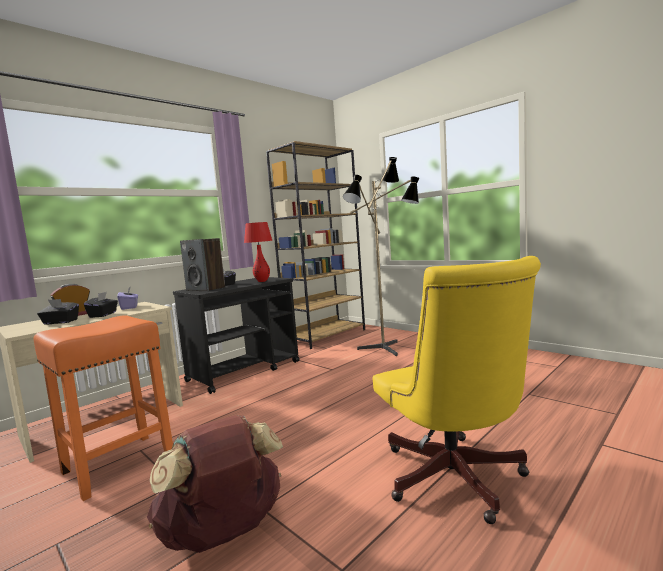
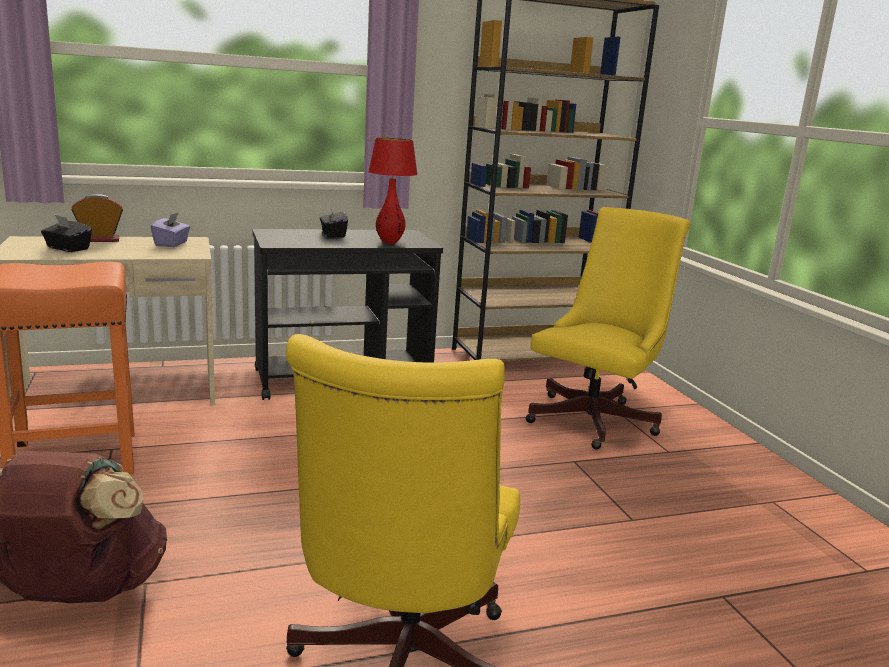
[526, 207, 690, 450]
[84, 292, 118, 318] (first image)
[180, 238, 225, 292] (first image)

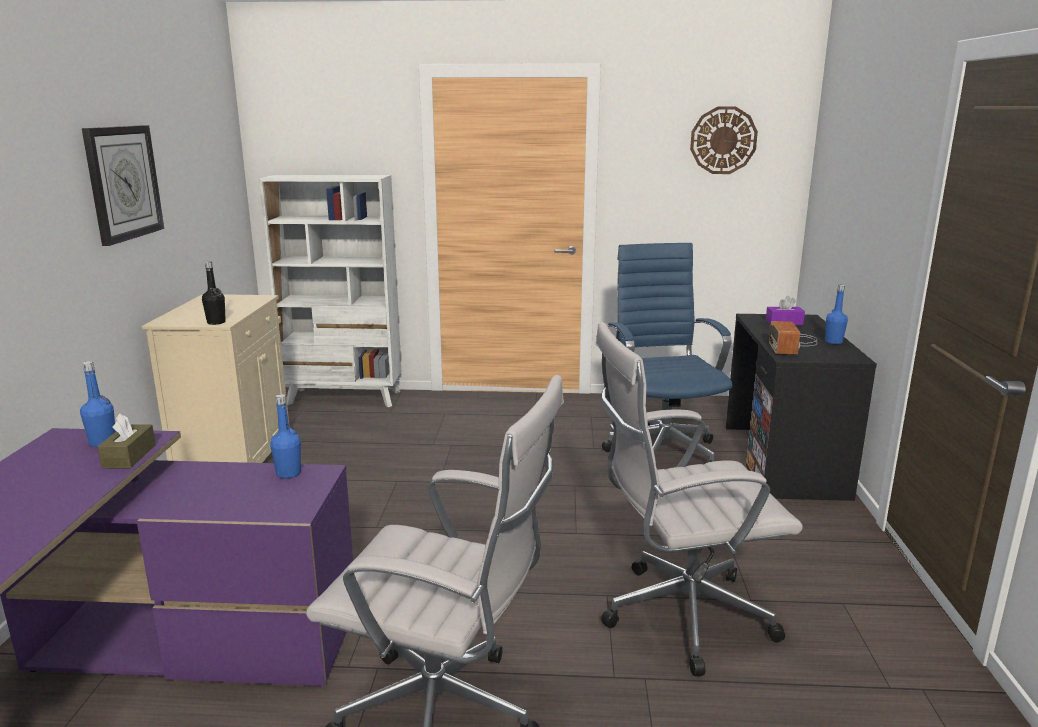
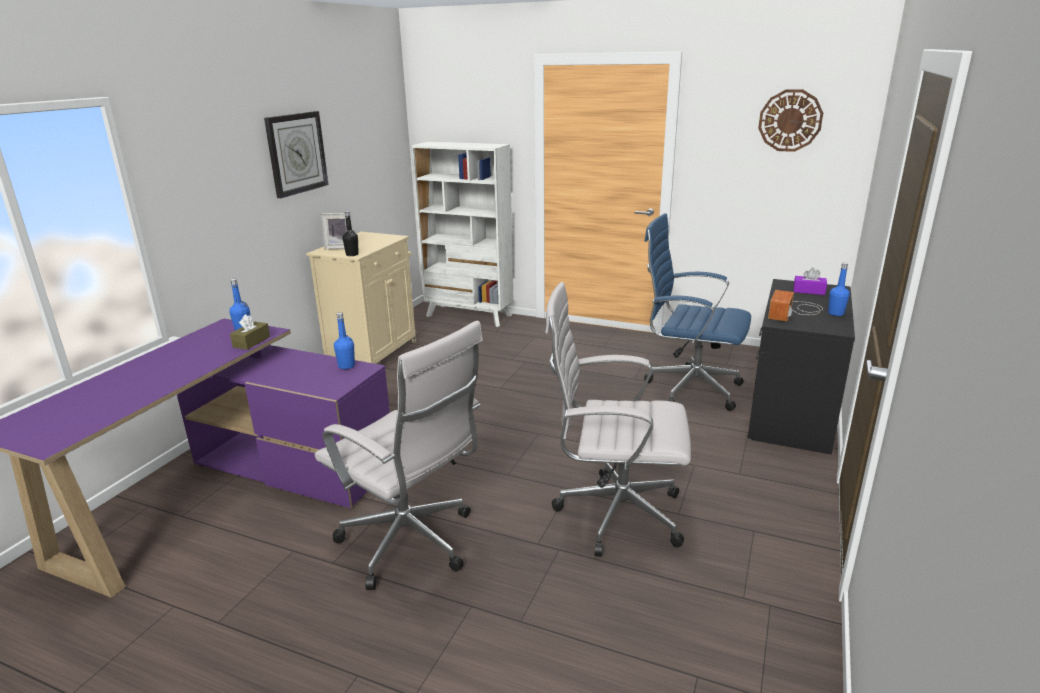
[321, 213, 352, 249]
[644, 213, 751, 411]

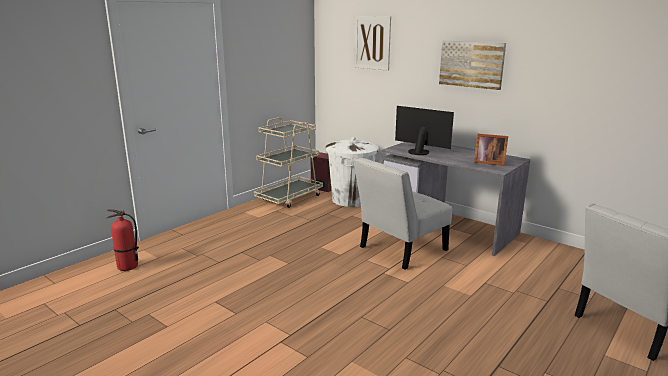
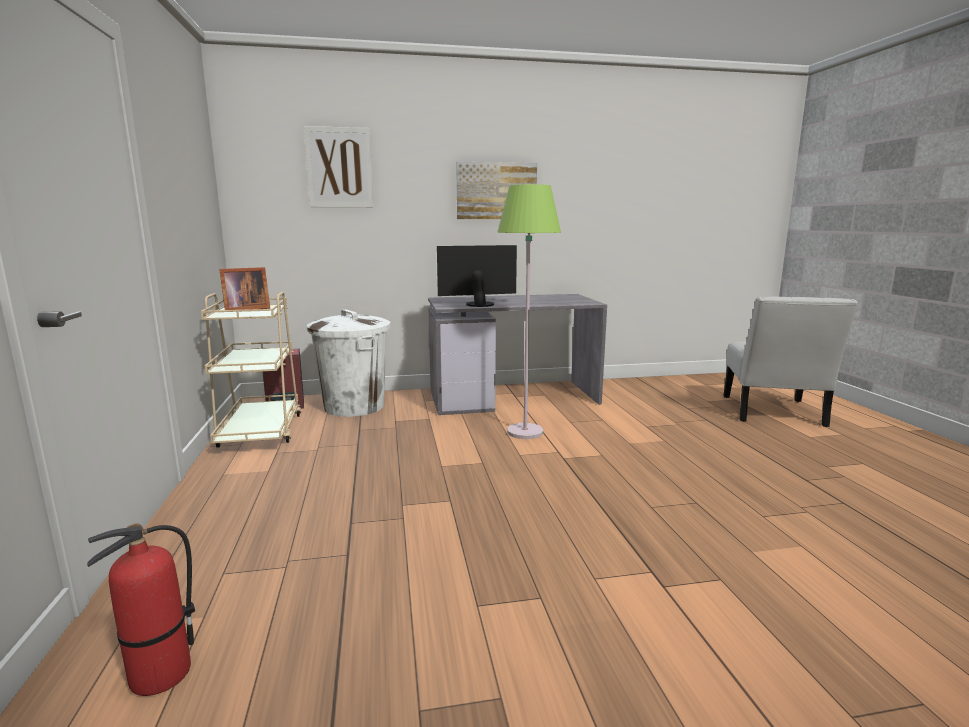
[220, 267, 270, 310]
[498, 184, 561, 439]

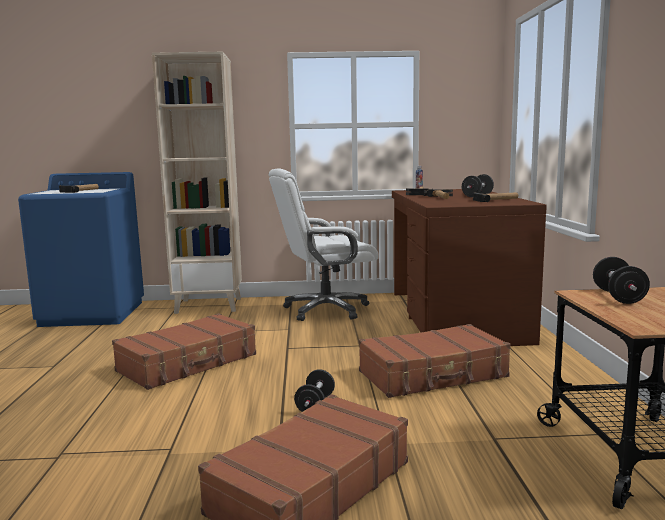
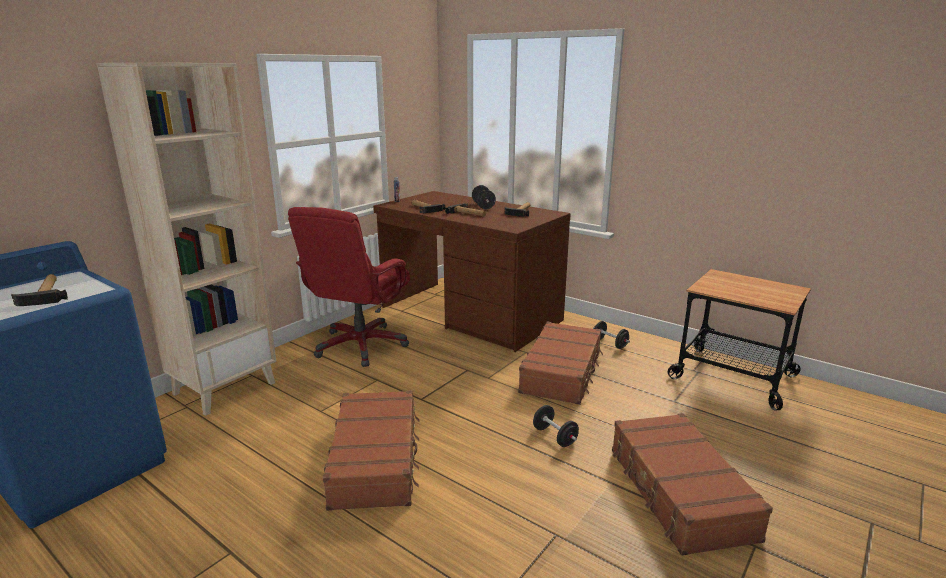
[288, 207, 410, 367]
[593, 321, 630, 349]

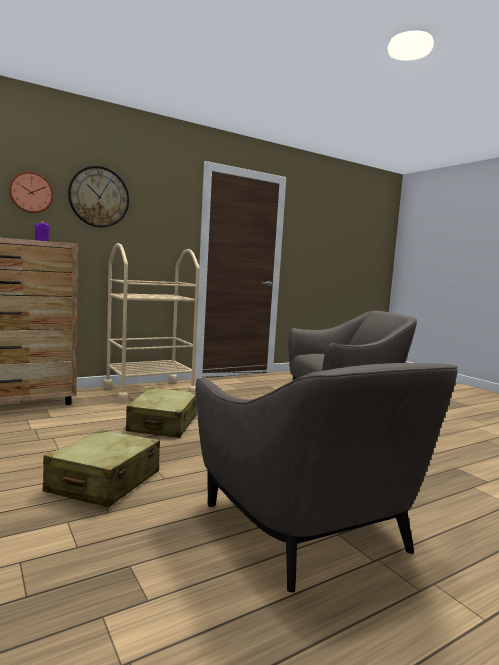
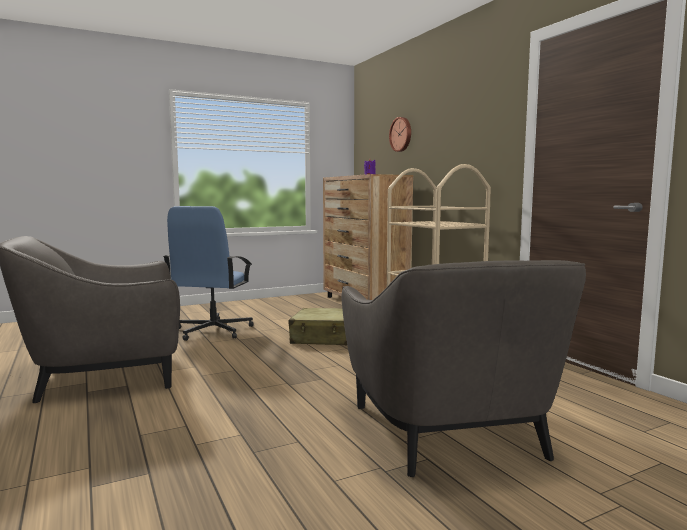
[163, 206, 254, 341]
[68, 166, 129, 227] (first image)

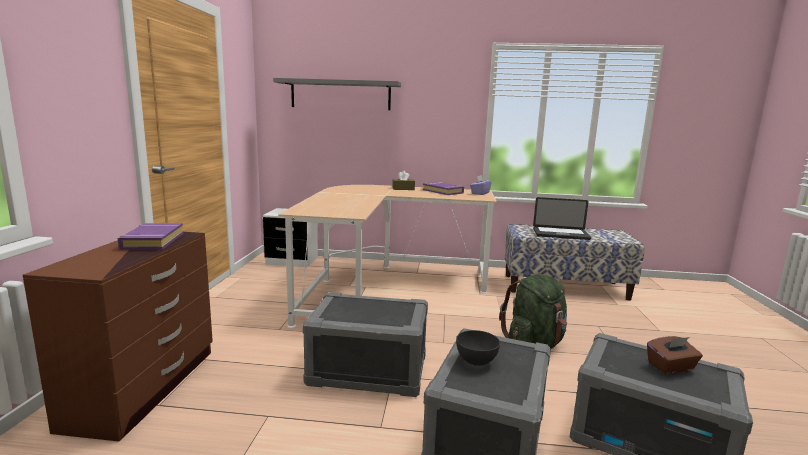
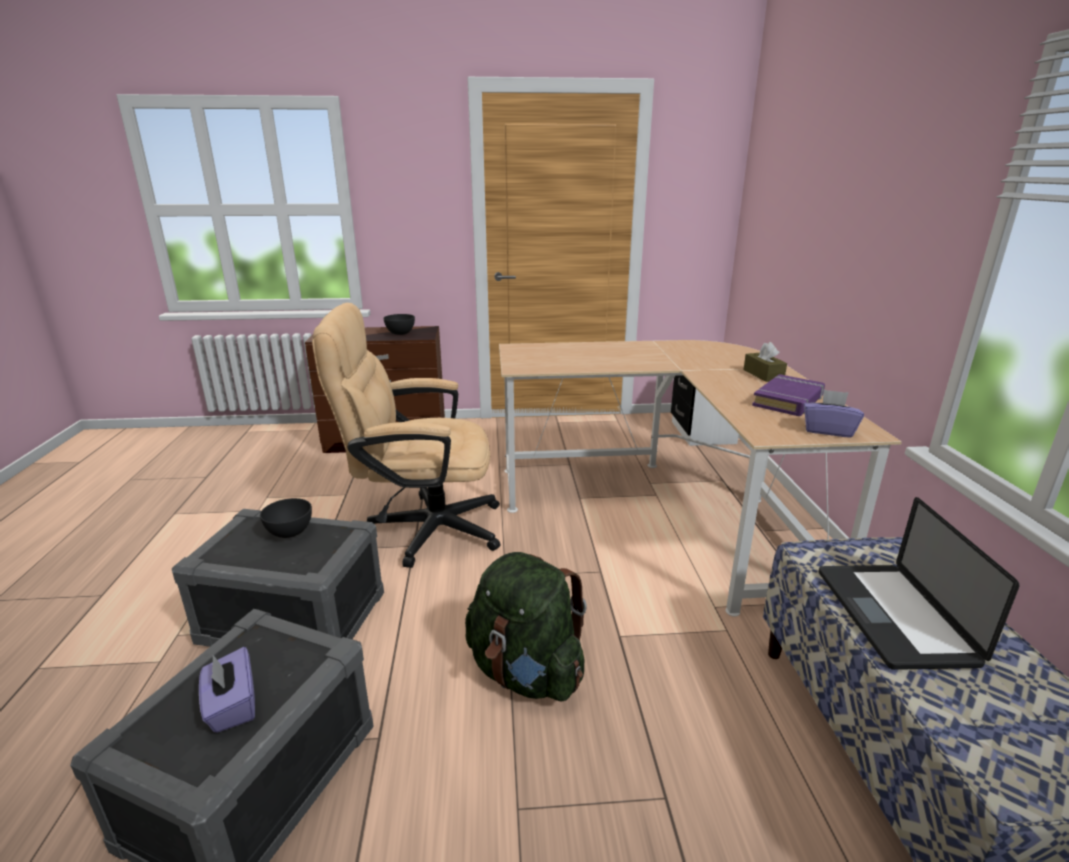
[199, 647, 255, 733]
[312, 303, 501, 568]
[383, 314, 415, 335]
[273, 78, 401, 110] (first image)

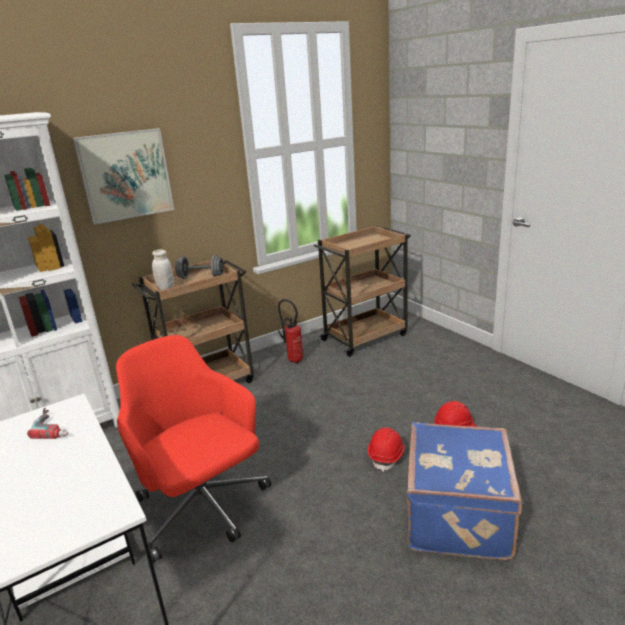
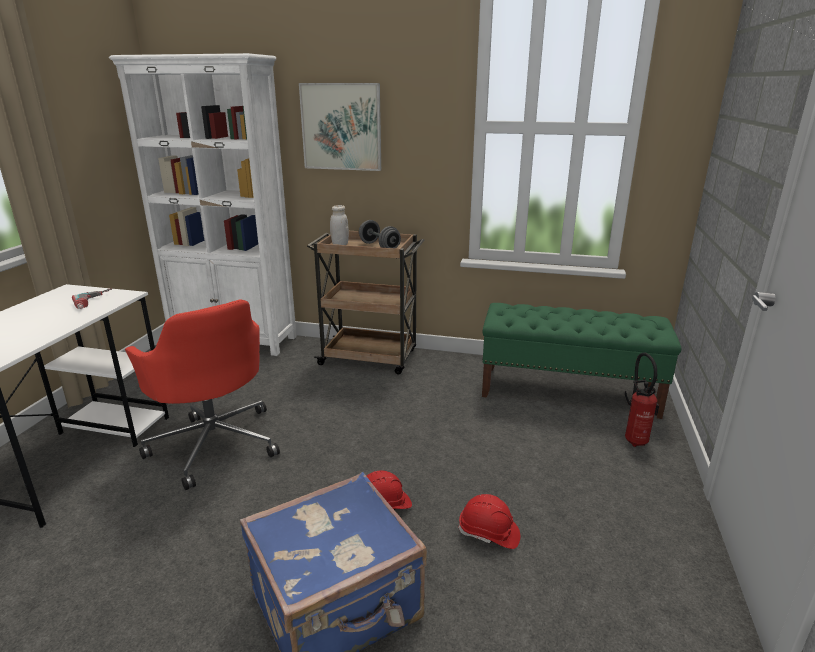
[125, 299, 280, 490]
[482, 303, 682, 419]
[625, 352, 659, 447]

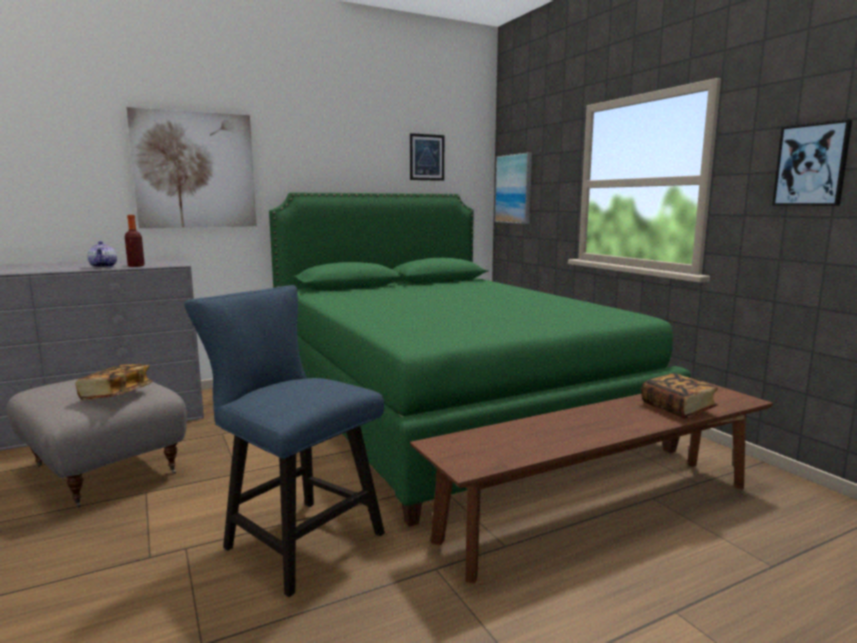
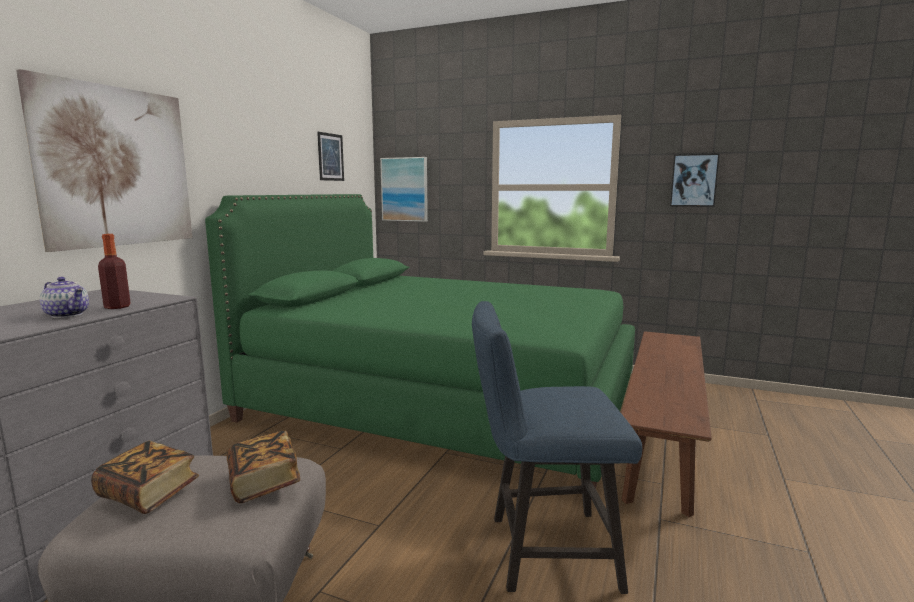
[91, 441, 199, 514]

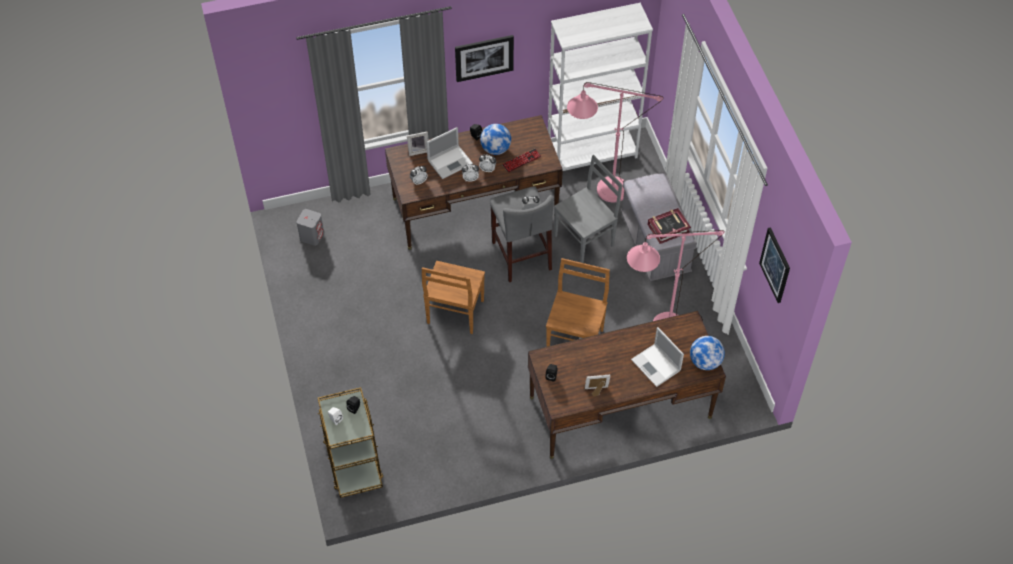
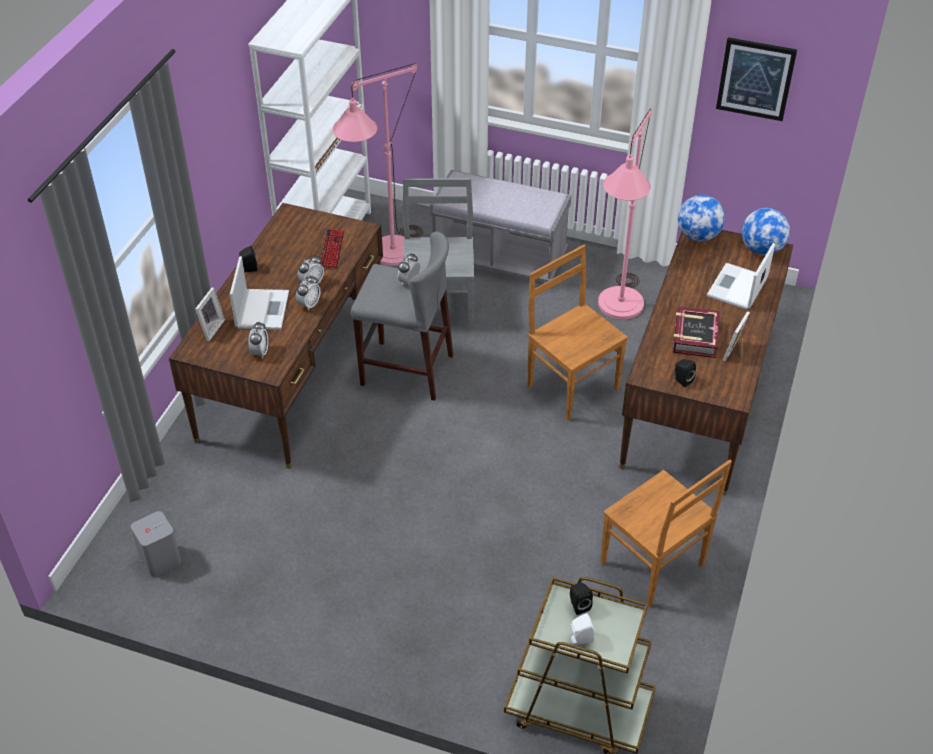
[600, 459, 732, 607]
[672, 306, 720, 358]
[678, 195, 725, 242]
[707, 243, 775, 310]
[455, 35, 514, 82] (first image)

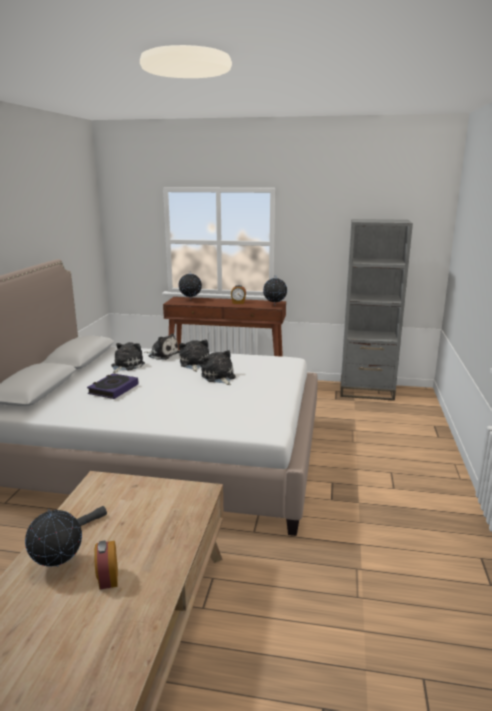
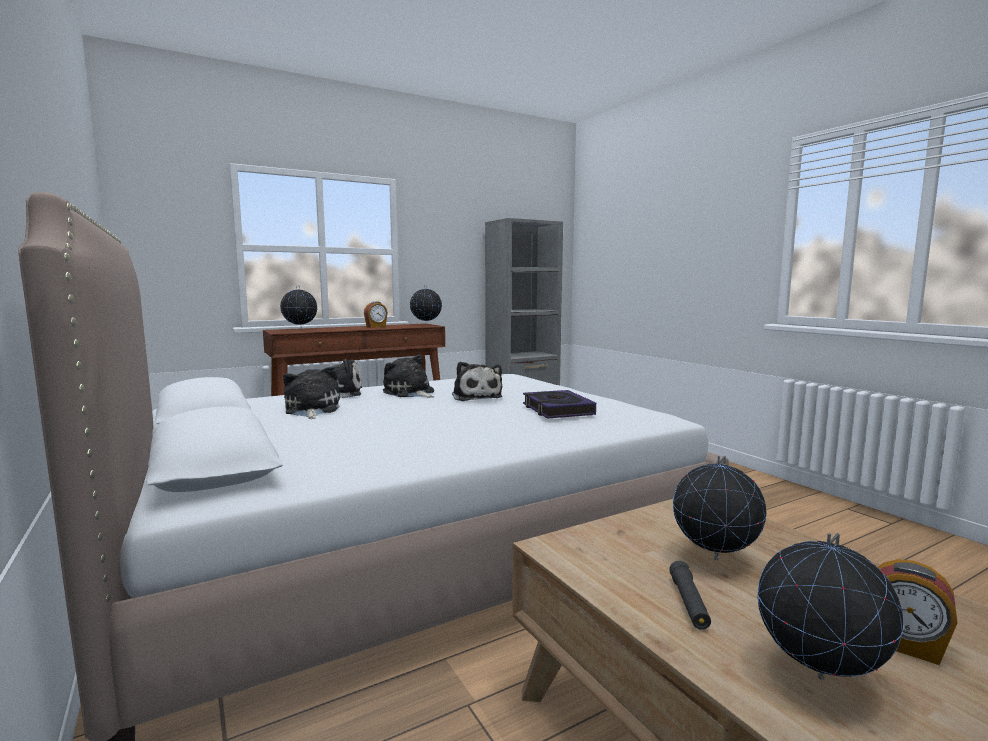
[452, 362, 503, 401]
[523, 390, 596, 419]
[673, 455, 767, 560]

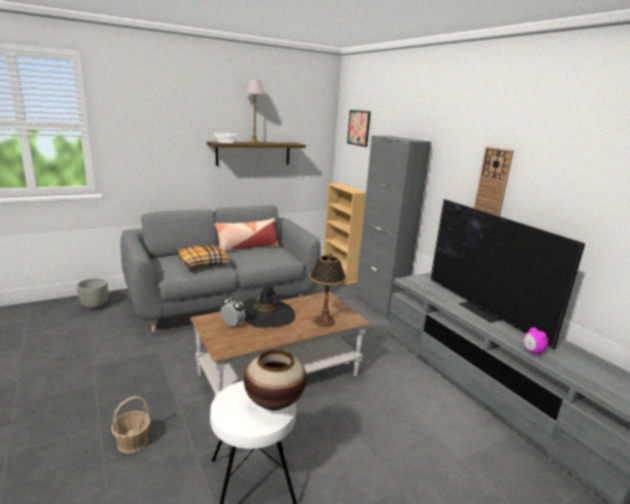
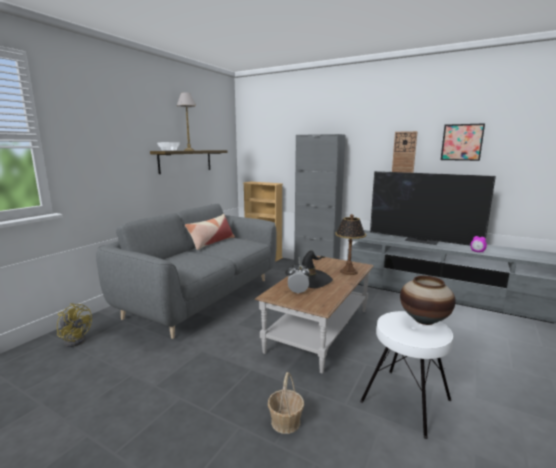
[57, 303, 92, 347]
[441, 123, 485, 161]
[176, 245, 230, 268] (first image)

